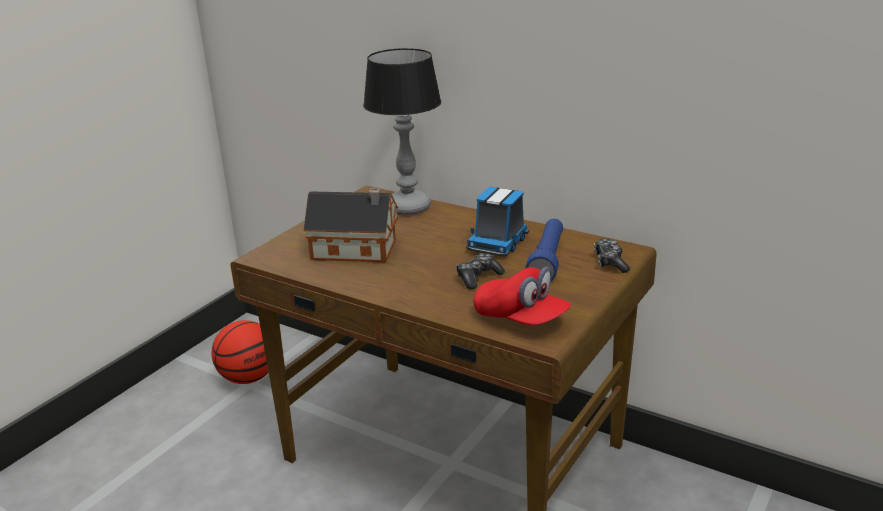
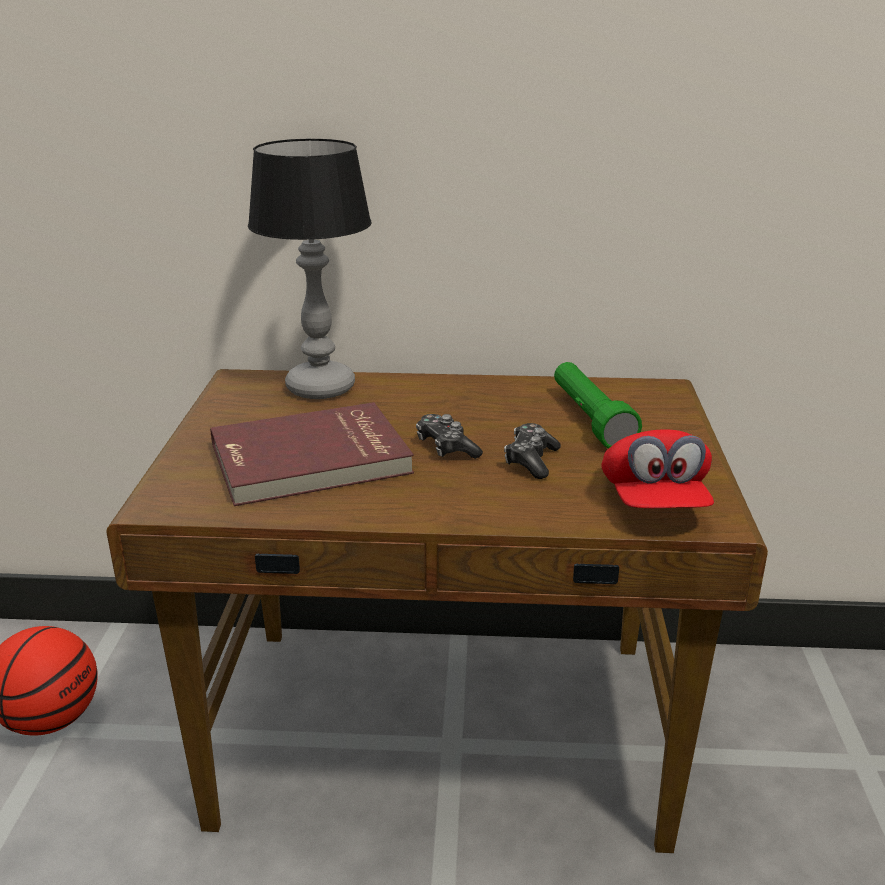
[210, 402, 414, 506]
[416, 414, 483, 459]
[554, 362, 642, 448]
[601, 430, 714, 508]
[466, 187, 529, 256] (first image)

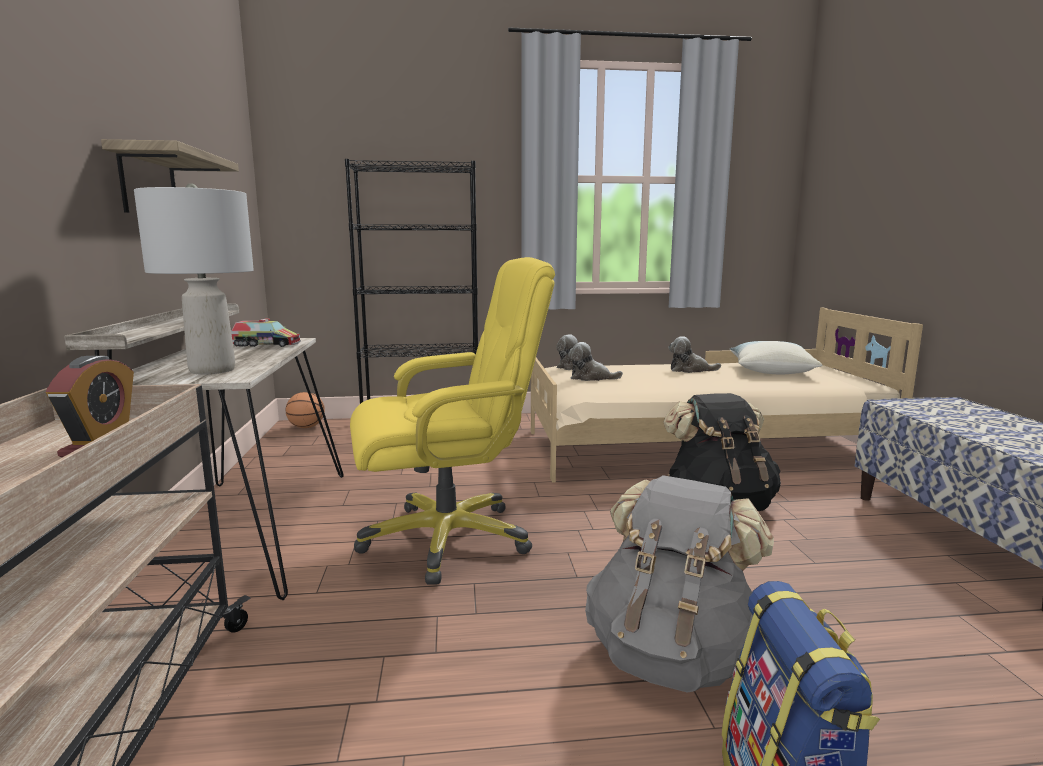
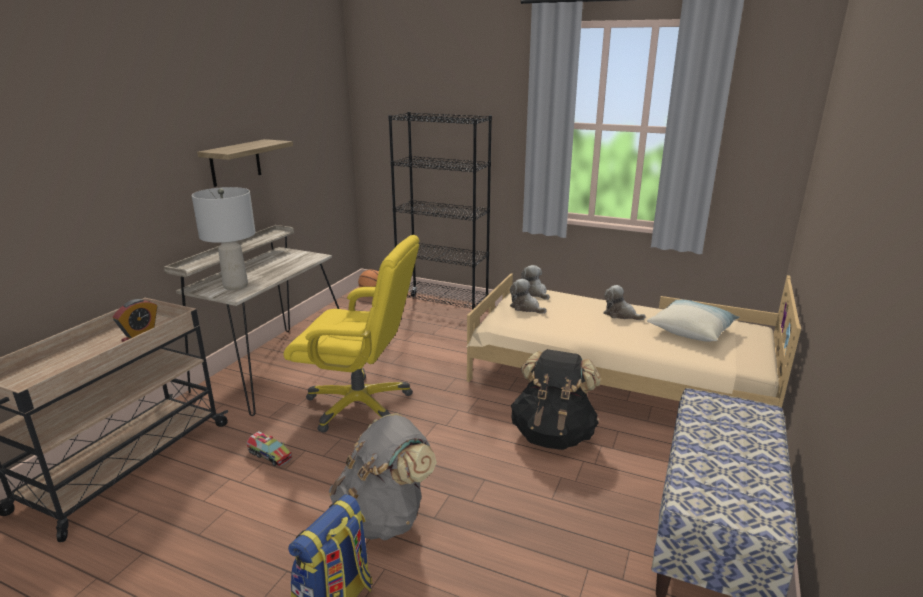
[246, 431, 292, 466]

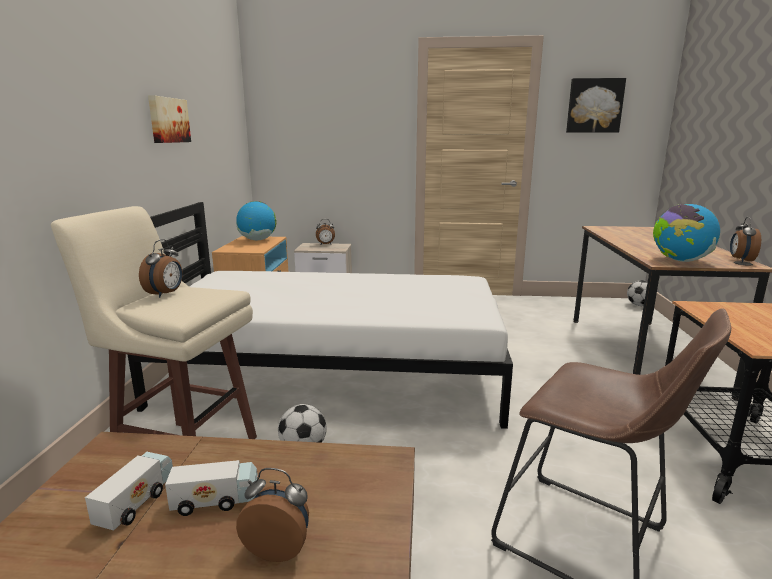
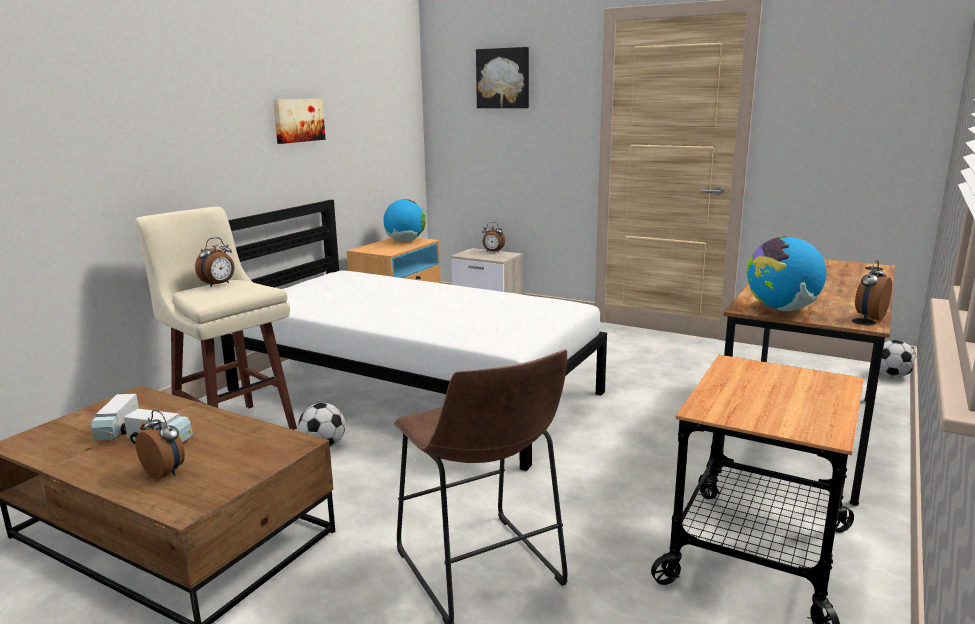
[91, 394, 139, 440]
[476, 47, 529, 108]

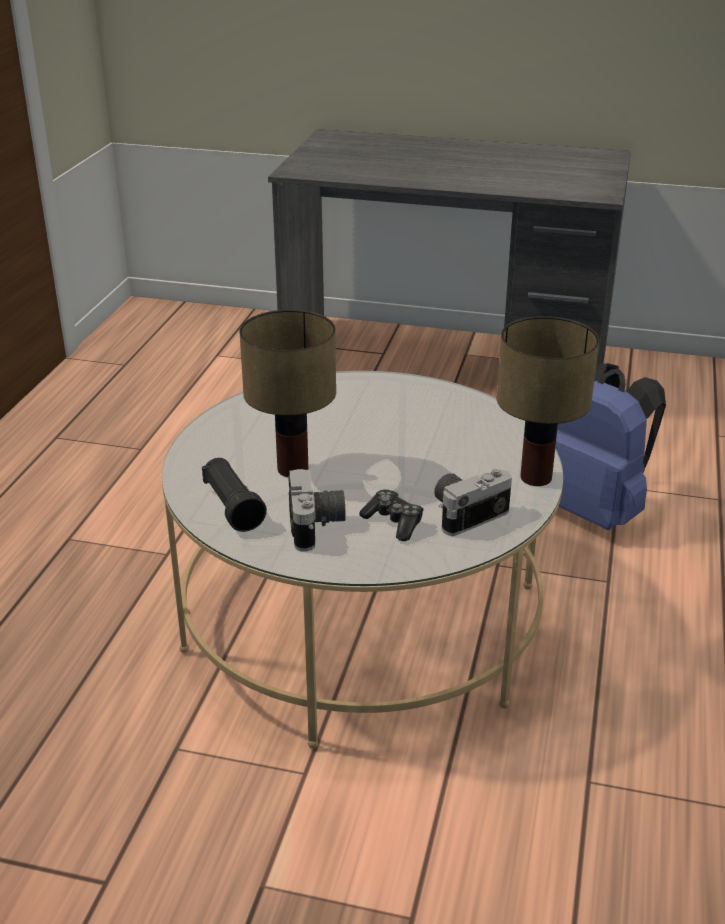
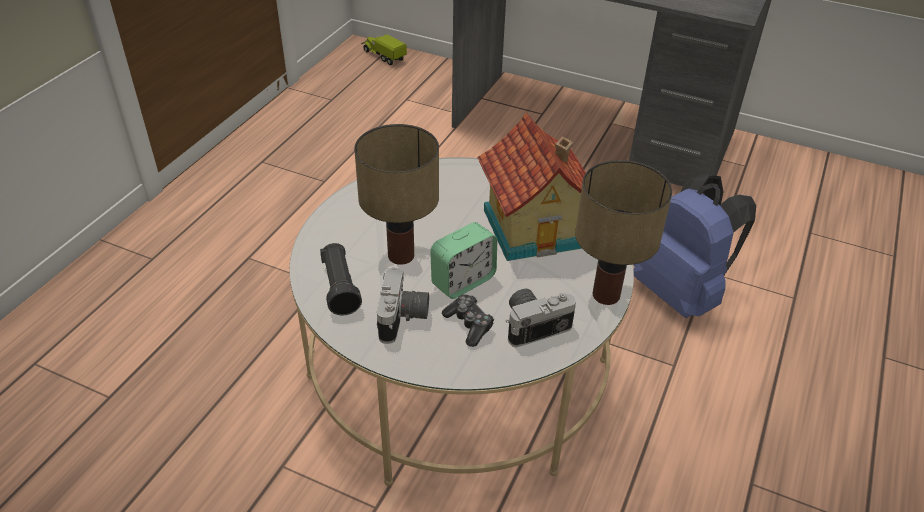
[361, 34, 407, 65]
[430, 222, 497, 299]
[477, 112, 586, 261]

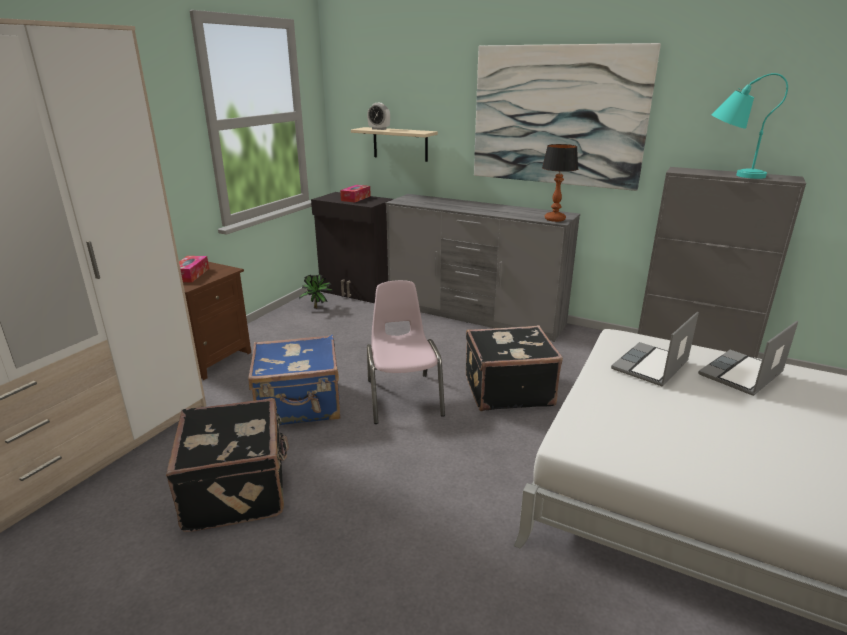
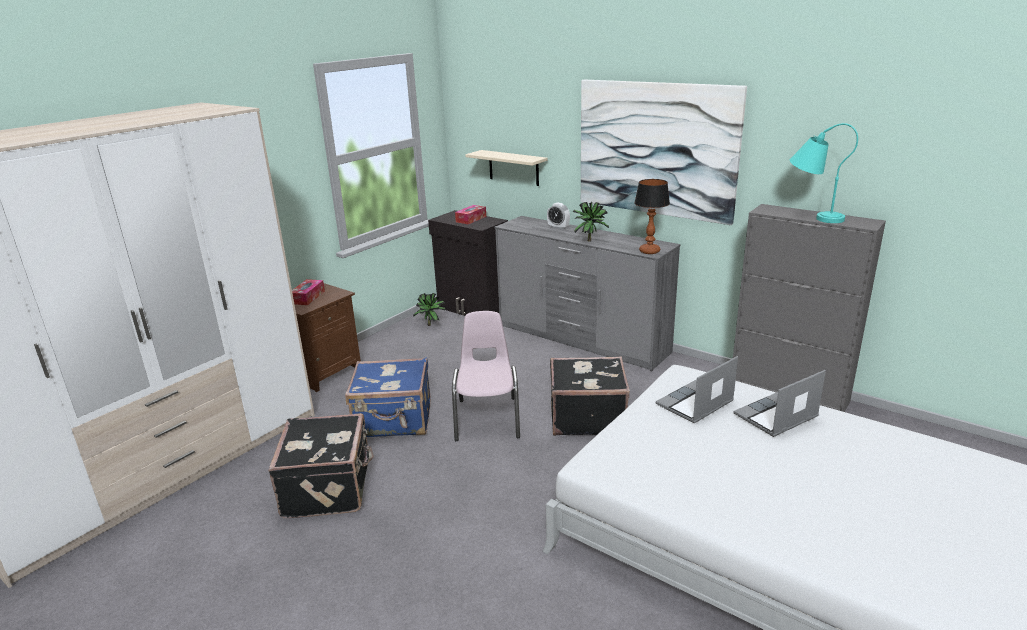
[547, 203, 570, 230]
[573, 202, 609, 241]

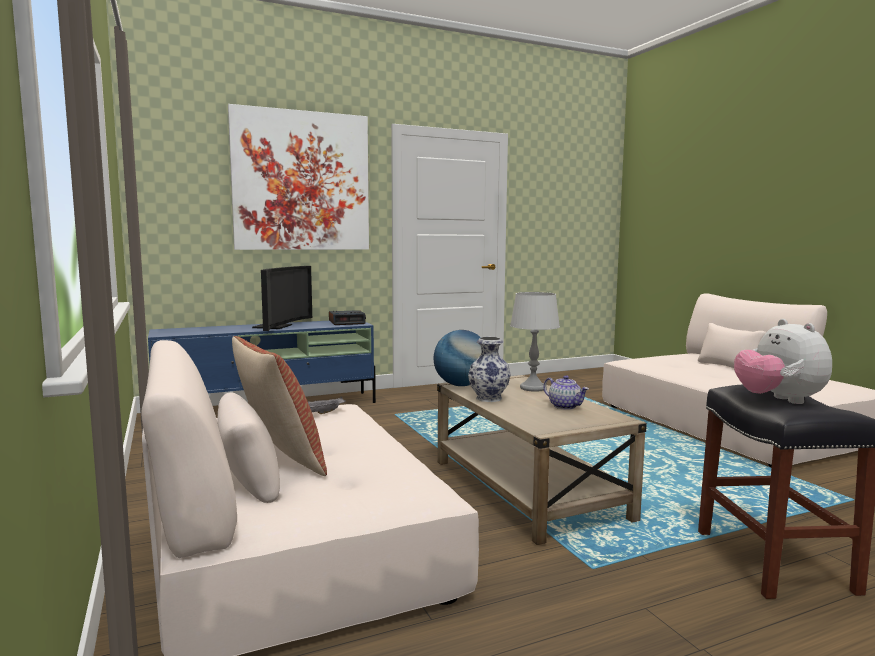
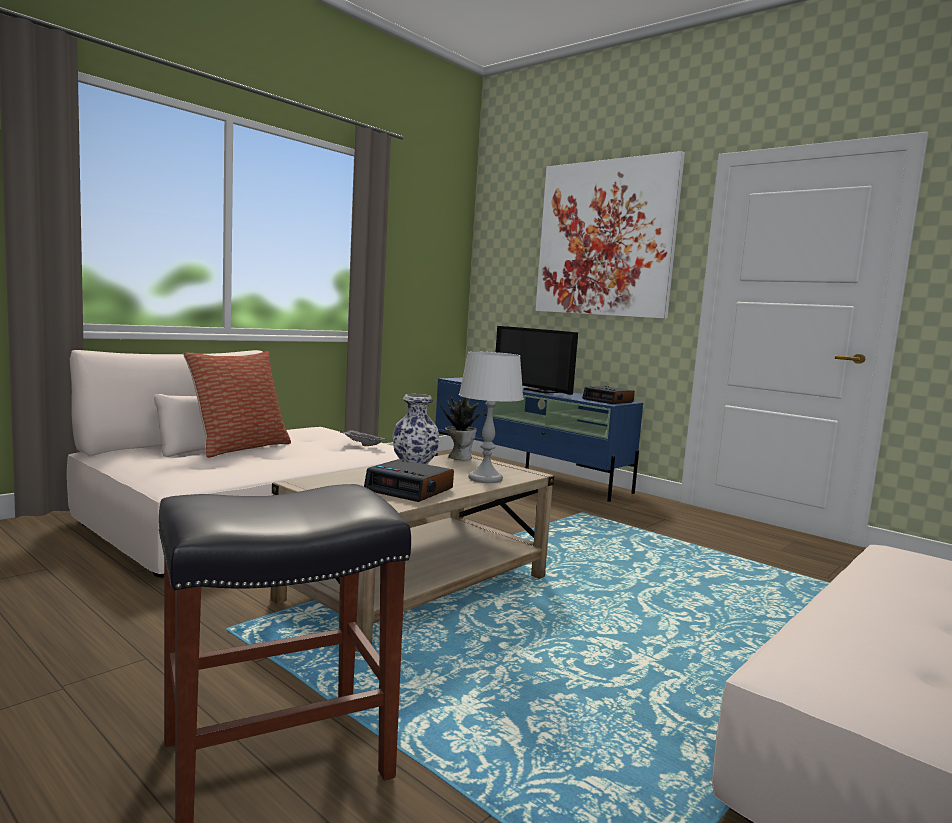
[364, 459, 454, 502]
[440, 396, 486, 460]
[496, 326, 578, 395]
[734, 319, 832, 404] (first image)

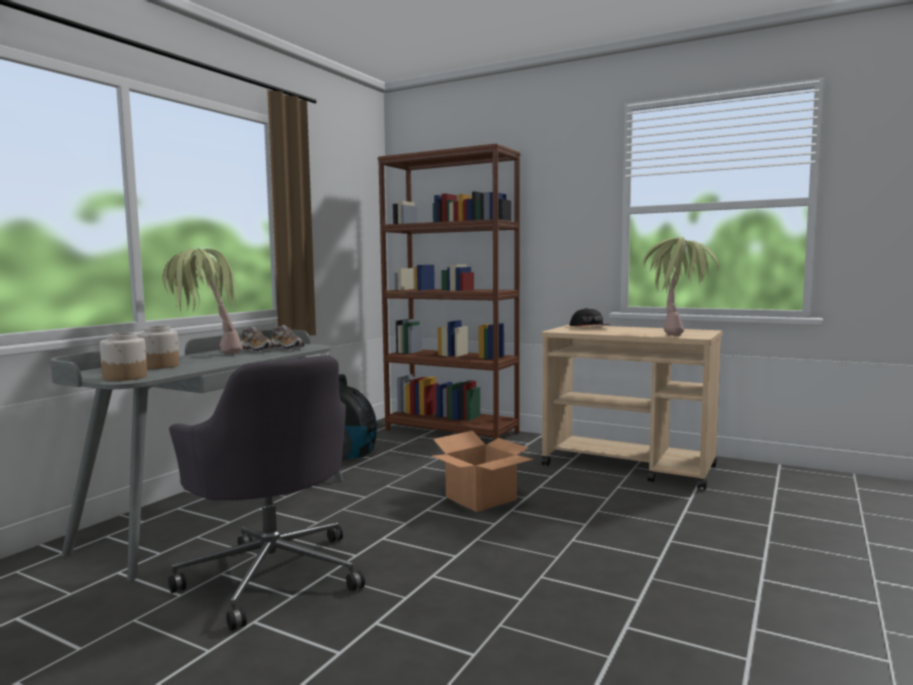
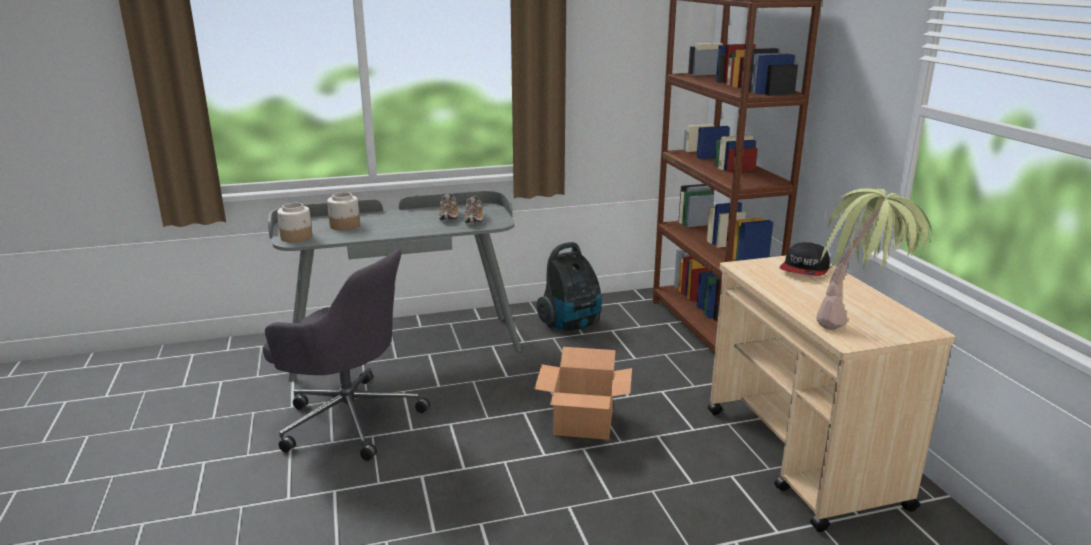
[263, 249, 430, 461]
[162, 248, 243, 354] (first image)

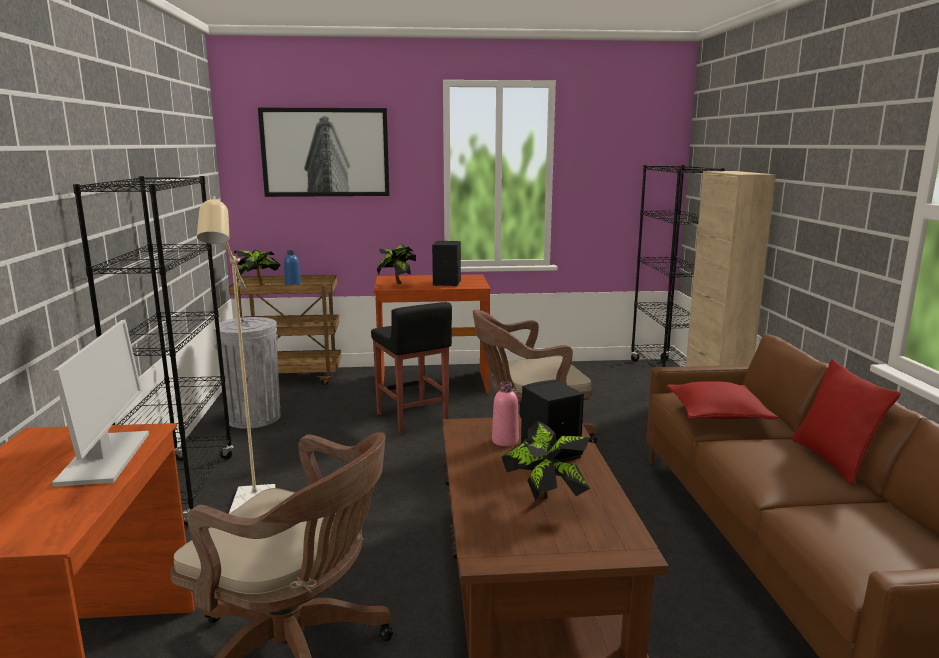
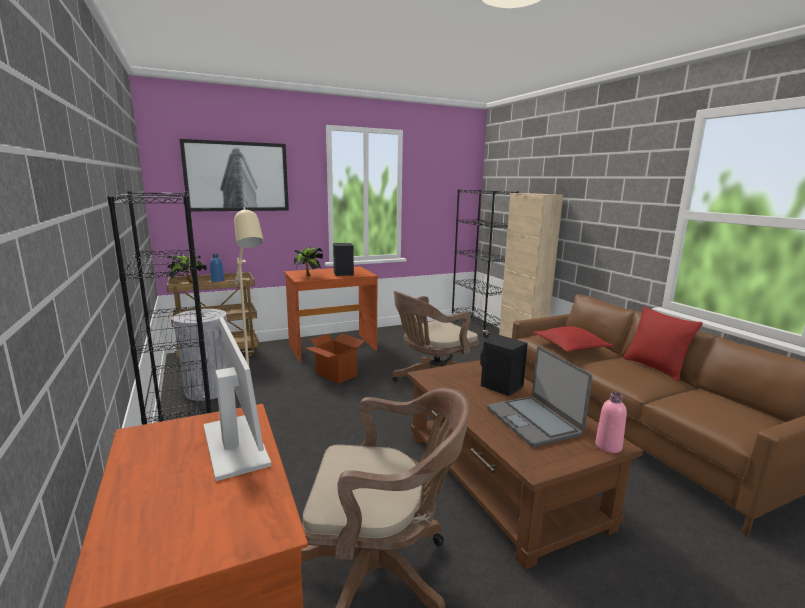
[305, 333, 364, 384]
[487, 346, 592, 447]
[595, 392, 627, 453]

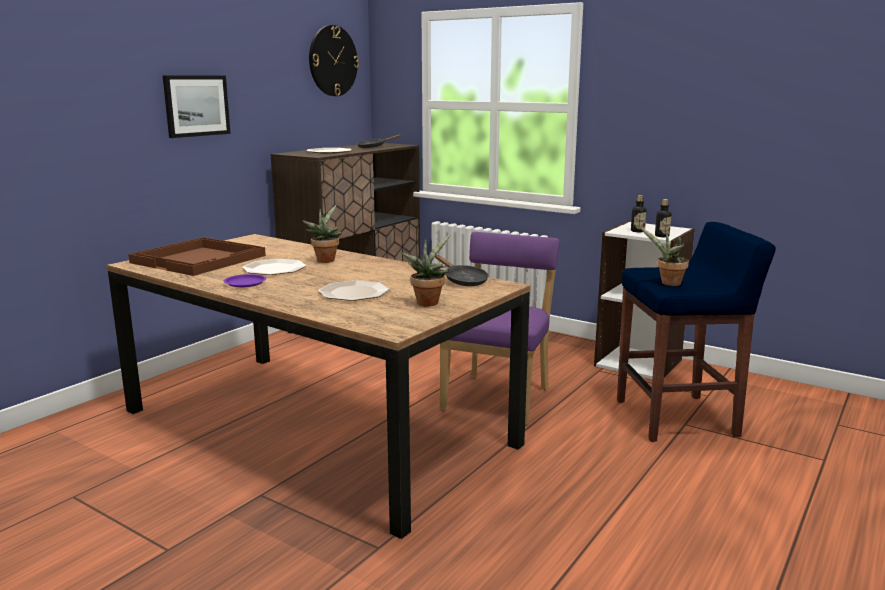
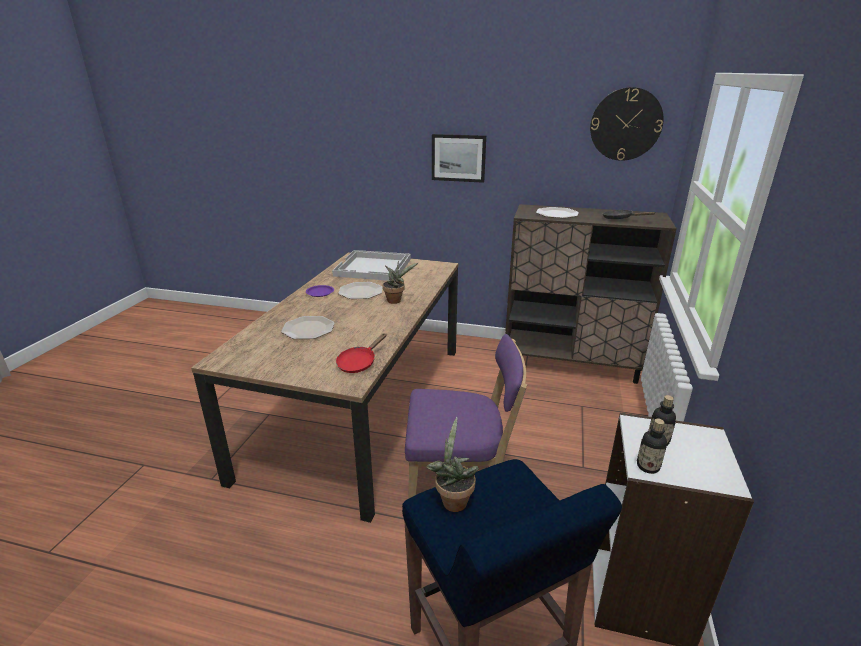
[332, 250, 411, 281]
[336, 333, 386, 373]
[401, 235, 450, 307] (first image)

